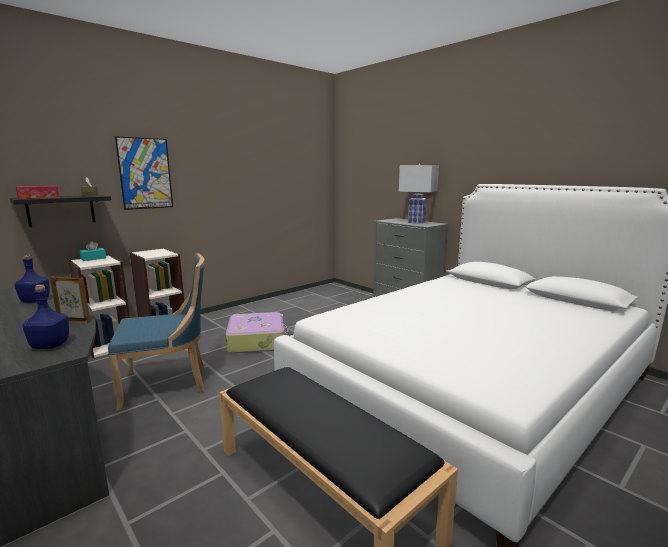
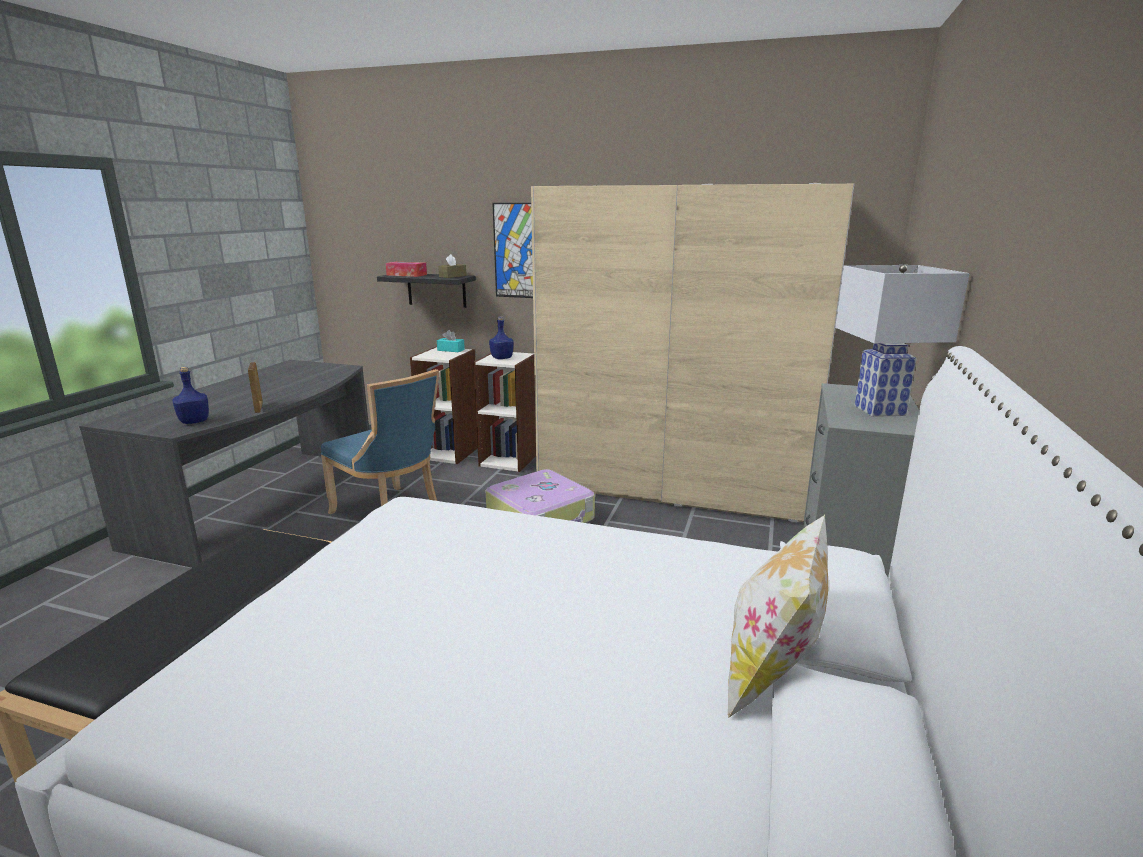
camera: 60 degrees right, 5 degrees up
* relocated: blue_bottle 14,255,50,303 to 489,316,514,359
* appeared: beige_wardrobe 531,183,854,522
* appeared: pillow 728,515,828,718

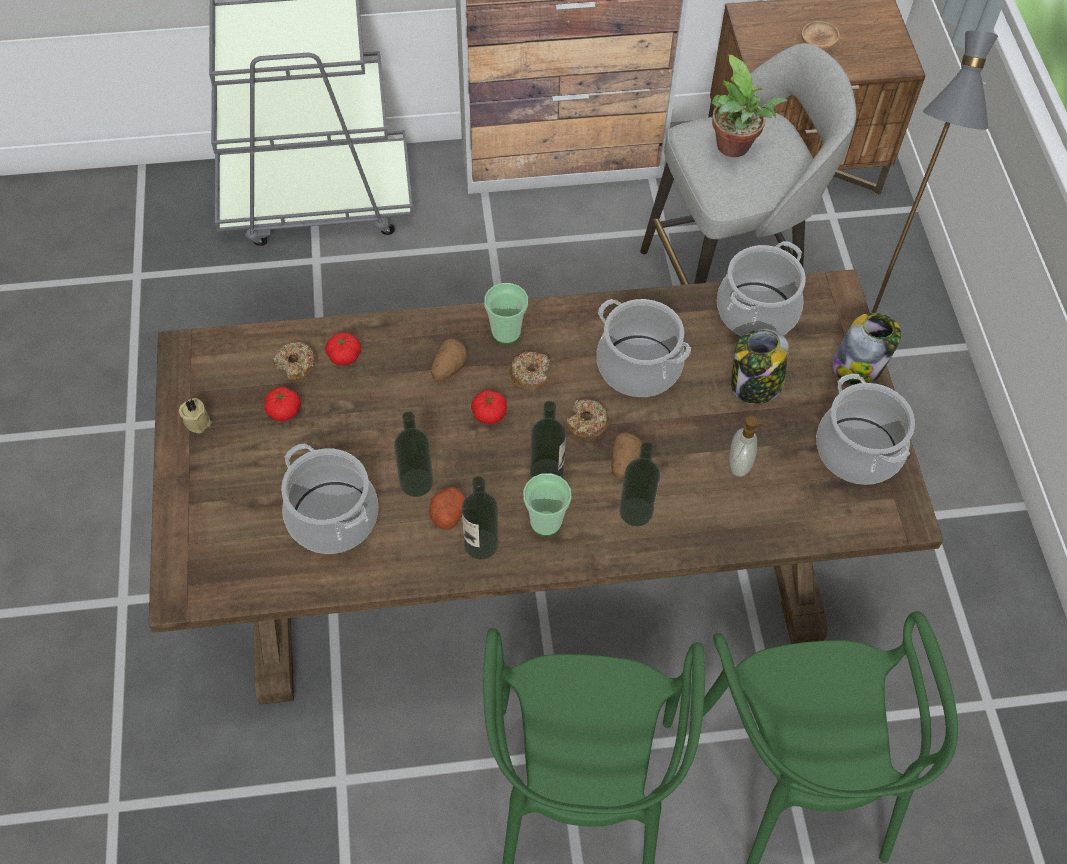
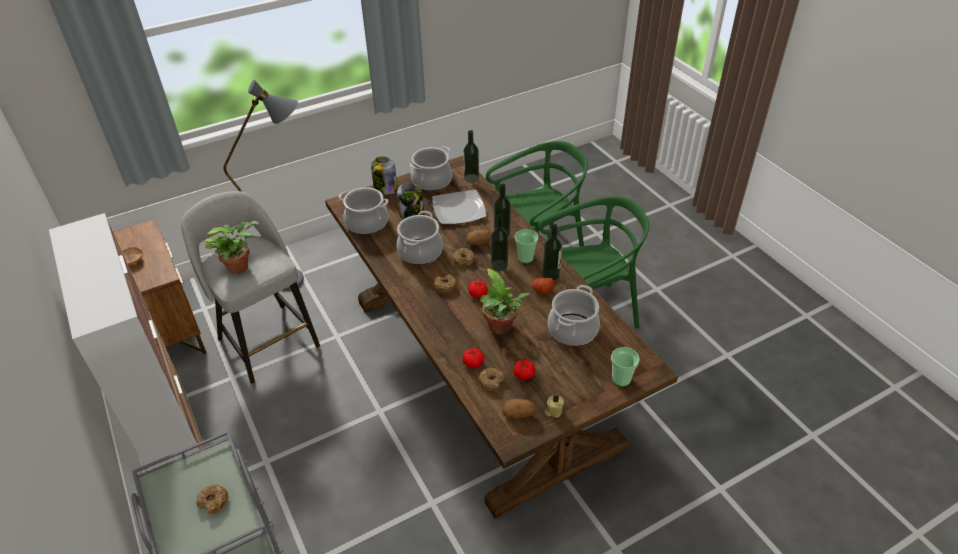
camera: 110 degrees left, 15 degrees down
* relocated: bottle 394,411,433,497 to 463,130,479,183
* relocated: potato 431,339,467,381 to 502,399,535,418
* relocated: cup 484,283,528,344 to 611,347,640,387
* exchanged: soap_dispenser 729,416,768,477 to plate 432,190,487,224
* appeared: donut 196,484,228,514
* appeared: potted_plant 480,268,530,334

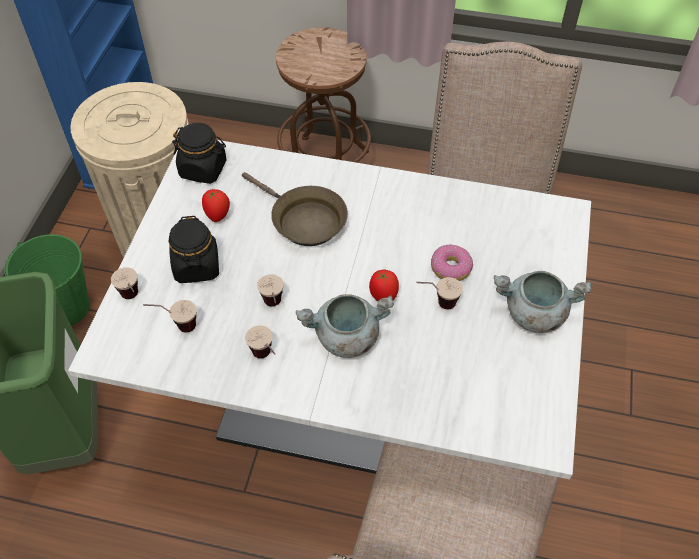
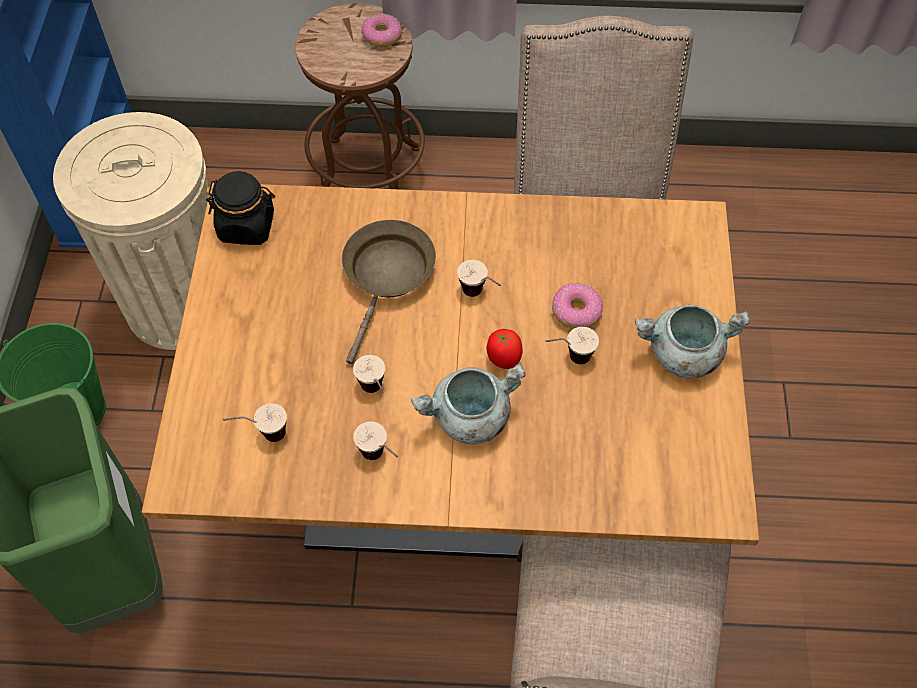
camera: 10 degrees left, 5 degrees up
* colour: white_dining_table 68,140,591,479 to brown_dining_table 142,183,759,559
* relocated: cup 111,267,138,299 to 457,260,501,297
* missing: black_jar 168,216,219,283
* missing: tomato 202,189,230,222
* spun: brown_frying_pan 242,172,348,246 = 342,220,436,364 105 degrees counterclockwise
* appeared: donut 361,13,402,47

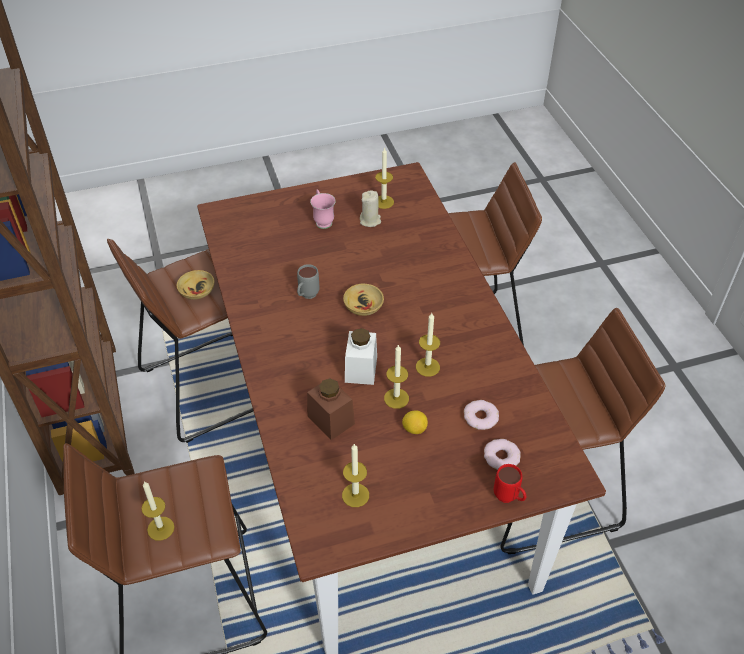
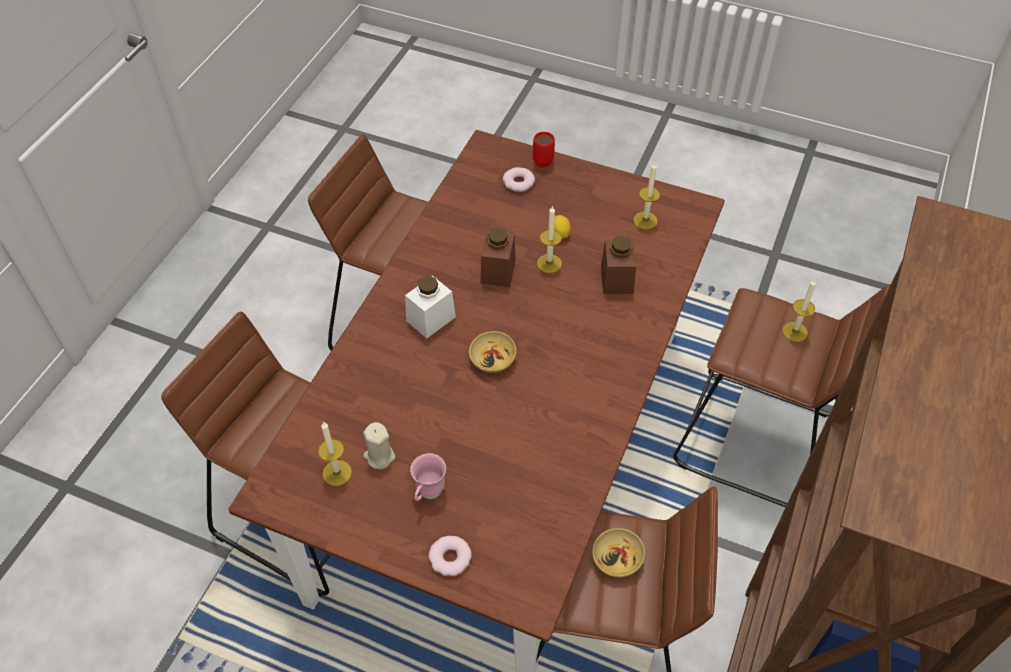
camera: 140 degrees left, 5 degrees up
* missing: grey_mug 297,264,319,299
* relocated: white_jar 345,328,377,385 to 405,276,456,338
* exchanged: candle 416,313,440,377 to brown_jar 481,228,516,287
* relocated: donut 464,400,499,430 to 429,536,472,576

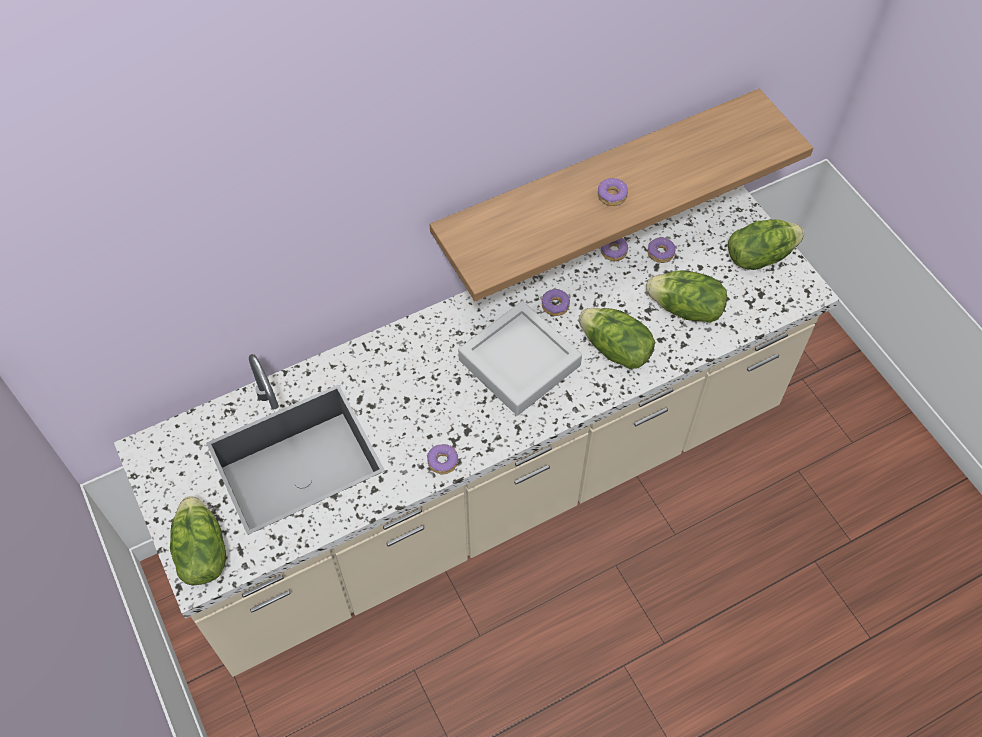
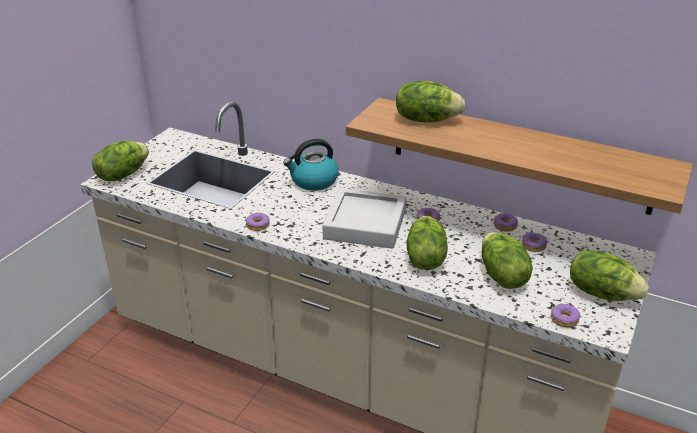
camera: 55 degrees right, 25 degrees down
* relocated: donut 598,178,628,206 to 551,303,580,328
* appeared: kettle 283,139,339,191
* appeared: lettuce 396,81,466,122

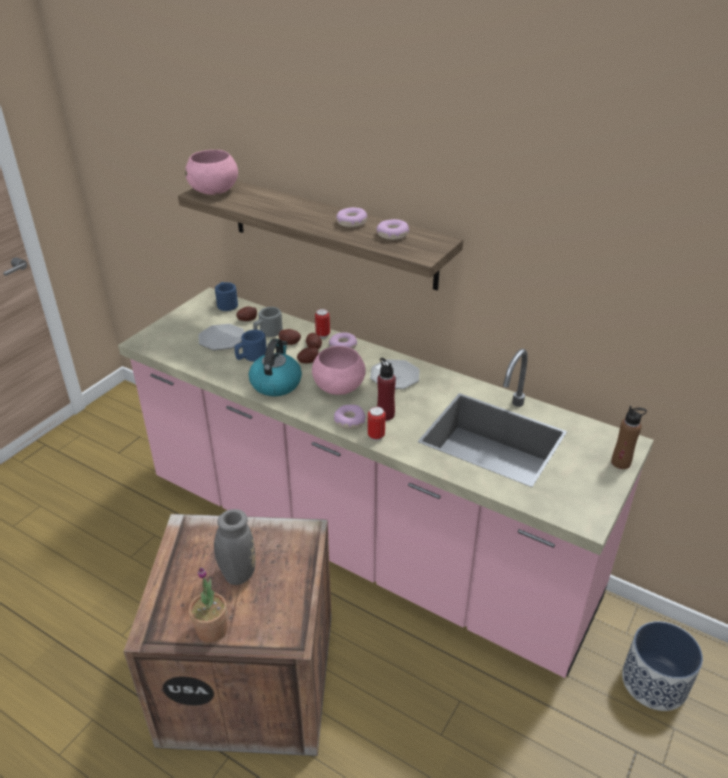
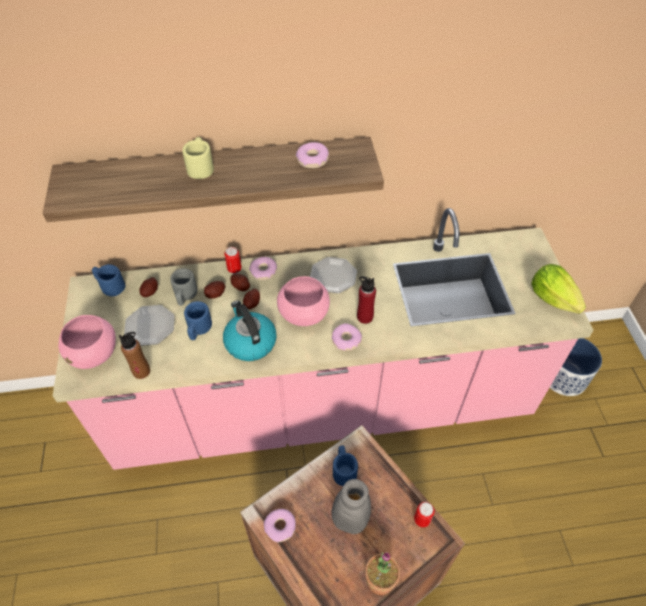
camera: 40 degrees left, 15 degrees up
* relocated: pink_bowl 185,150,238,195 to 59,315,116,369
* relocated: donut 336,207,367,228 to 264,509,296,542
* relocated: can 368,406,385,441 to 414,502,435,527
* relocated: brown_bottle 611,406,647,469 to 119,332,150,379
* appeared: beige_mug 182,137,214,179
* appeared: blue_mug 333,445,358,486
* appeared: lettuce 531,264,586,314

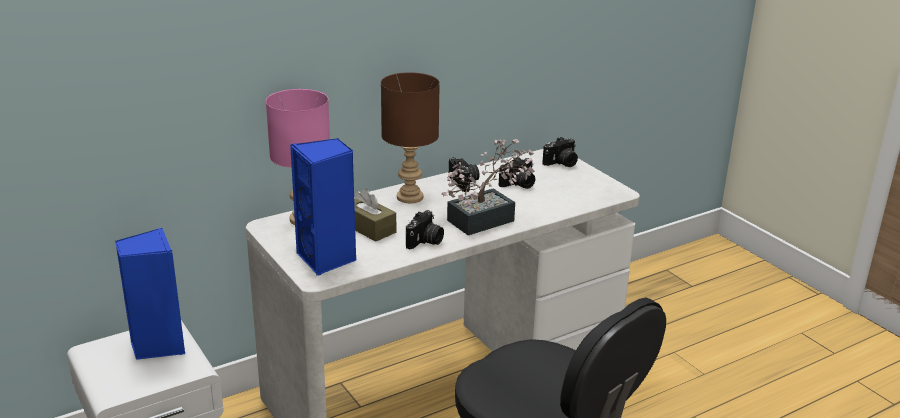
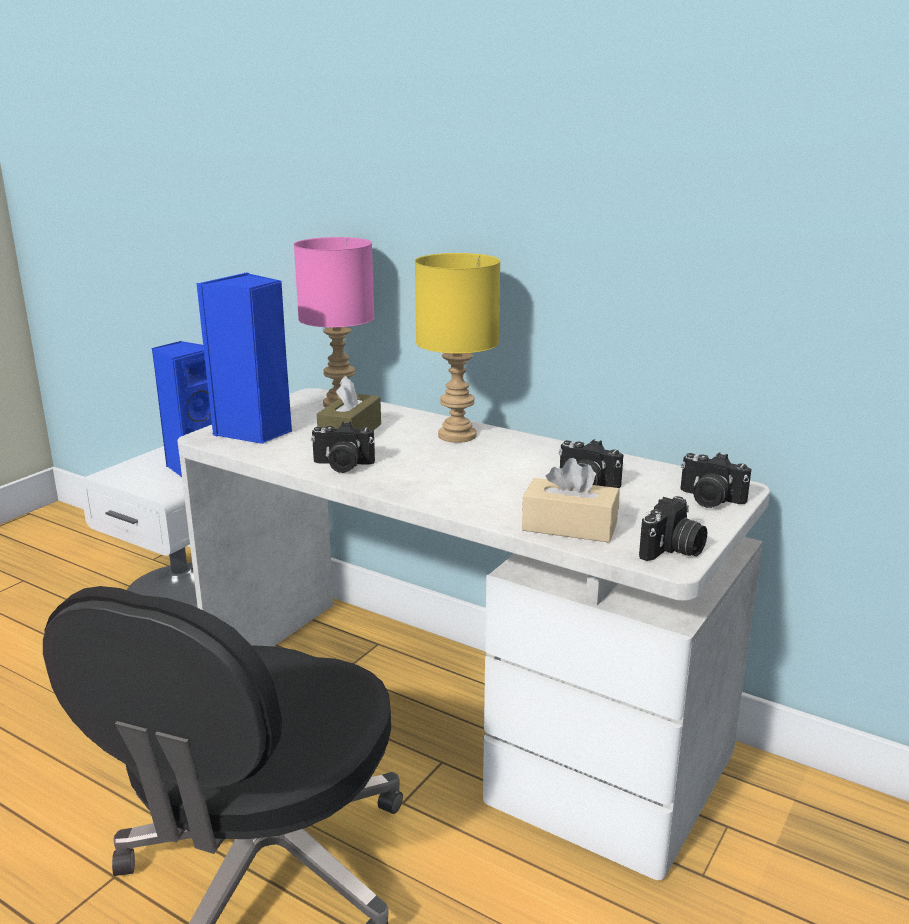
camera: 65 degrees right, 5 degrees down
* colour: brown_table_lamp 381,72,440,203 to yellow_table_lamp 415,253,500,443
* missing: potted_plant 442,139,535,235
* relocated: photo_camera 449,157,480,192 to 639,496,707,561
* appeared: beige_tissue_box 522,458,620,543

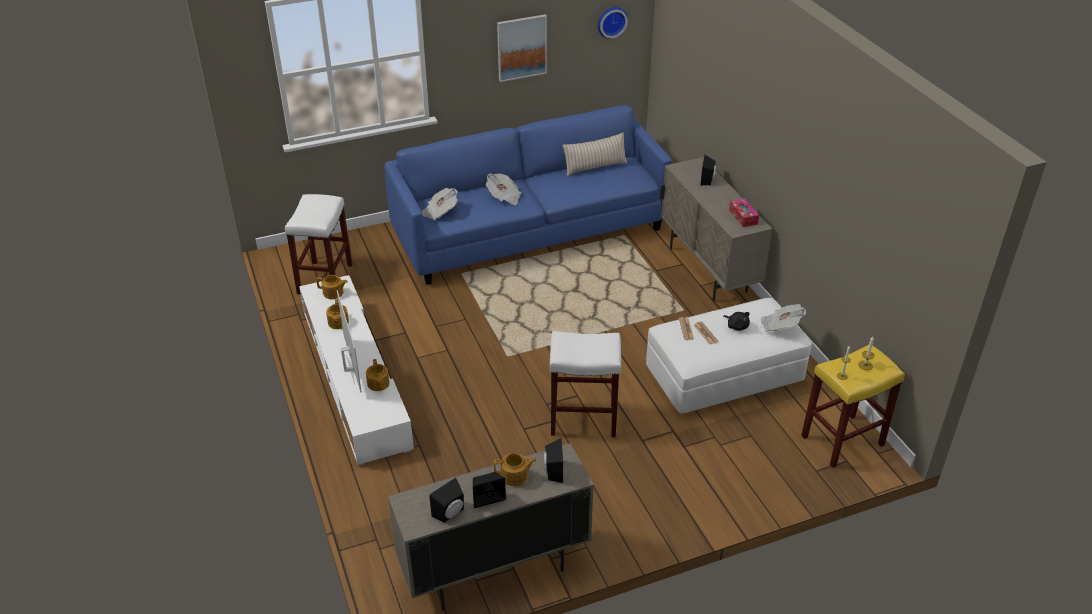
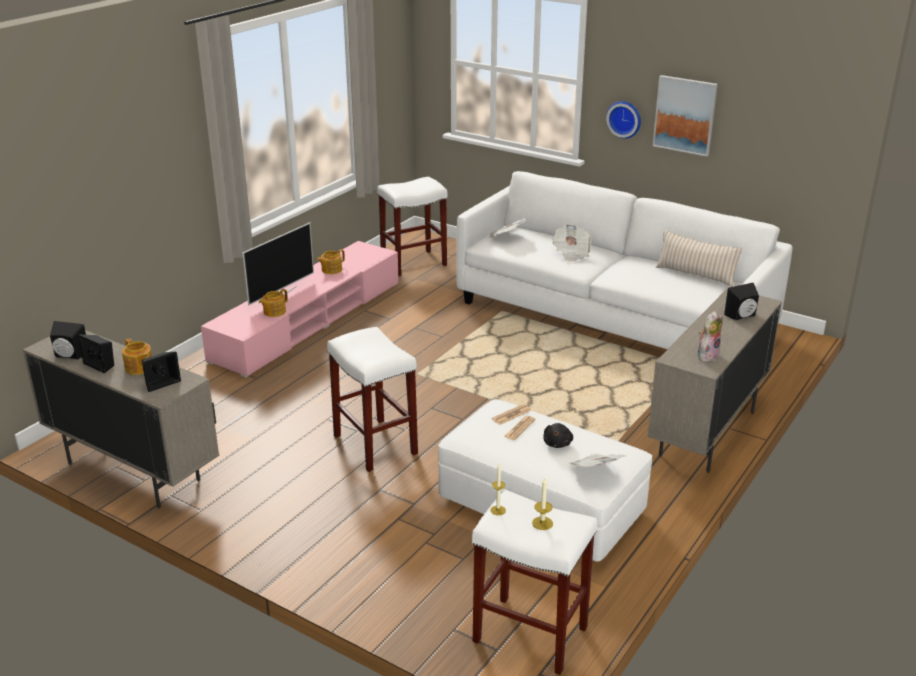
camera: 55 degrees right, 10 degrees down
* colour: white_tv_stand 299,275,414,466 to pink_tv_stand 201,241,399,378
* missing: teapot 316,275,348,299
* colour: blue_sofa 385,105,672,285 to white_sofa 456,171,793,349
* relocated: wall_clock 598,7,628,39 to 606,101,641,139
* exchanged: tissue_box 729,198,759,227 to plush_toy 698,311,723,362
* colour: yellow_stool 801,345,905,468 to white_stool 472,490,597,675

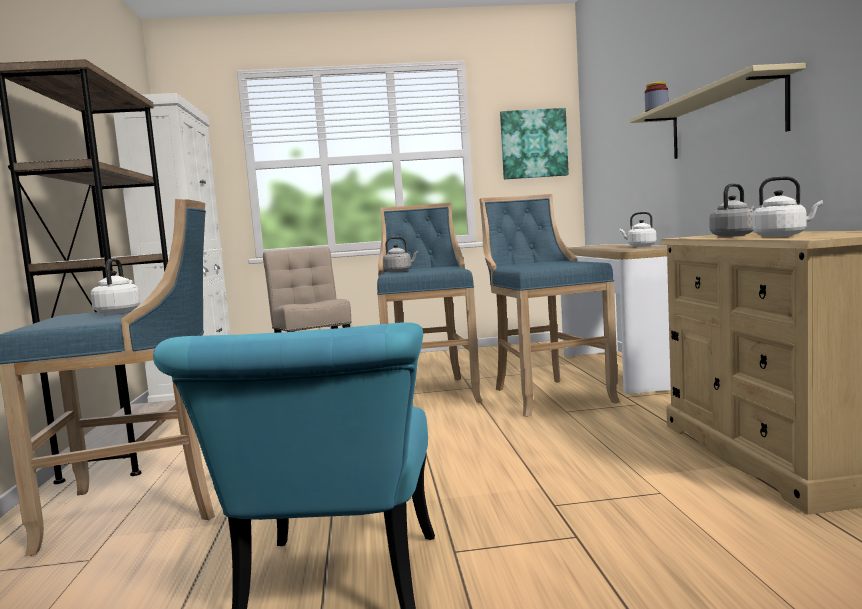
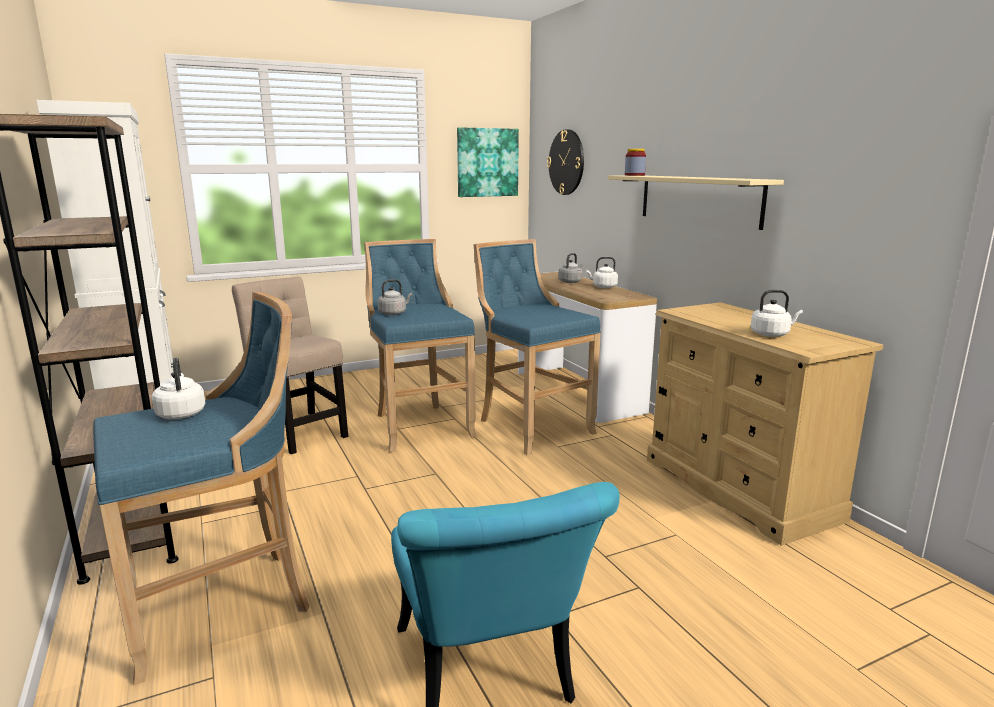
camera: 20 degrees left, 10 degrees up
* relocated: grey_kettle 709,183,755,237 to 558,253,582,283
* appeared: wall_clock 547,129,584,195

